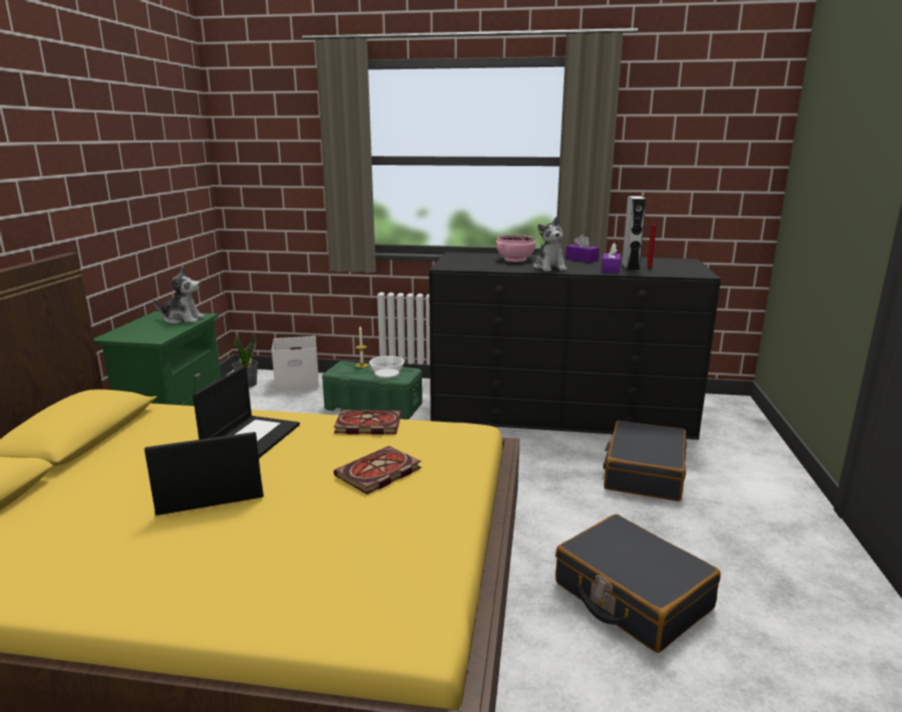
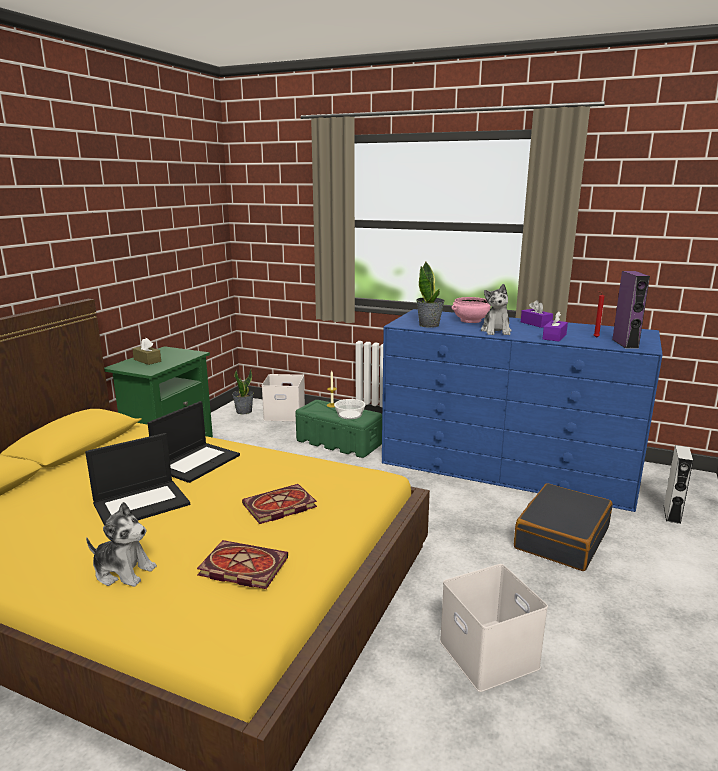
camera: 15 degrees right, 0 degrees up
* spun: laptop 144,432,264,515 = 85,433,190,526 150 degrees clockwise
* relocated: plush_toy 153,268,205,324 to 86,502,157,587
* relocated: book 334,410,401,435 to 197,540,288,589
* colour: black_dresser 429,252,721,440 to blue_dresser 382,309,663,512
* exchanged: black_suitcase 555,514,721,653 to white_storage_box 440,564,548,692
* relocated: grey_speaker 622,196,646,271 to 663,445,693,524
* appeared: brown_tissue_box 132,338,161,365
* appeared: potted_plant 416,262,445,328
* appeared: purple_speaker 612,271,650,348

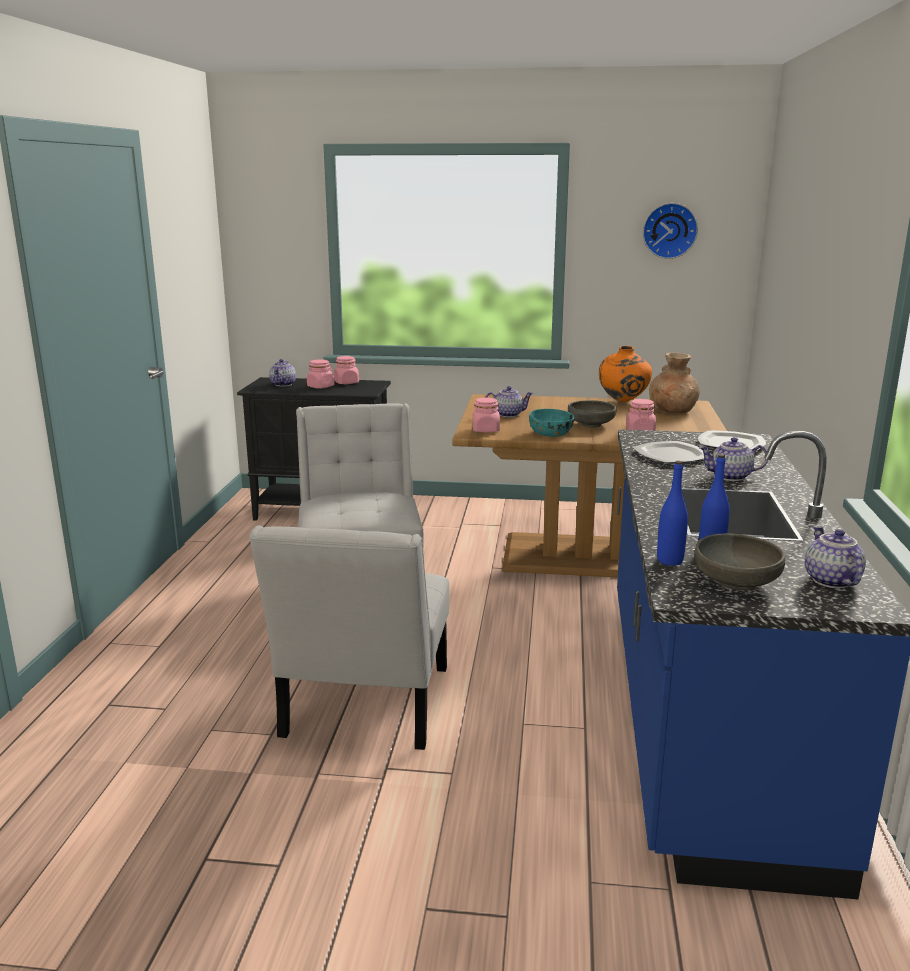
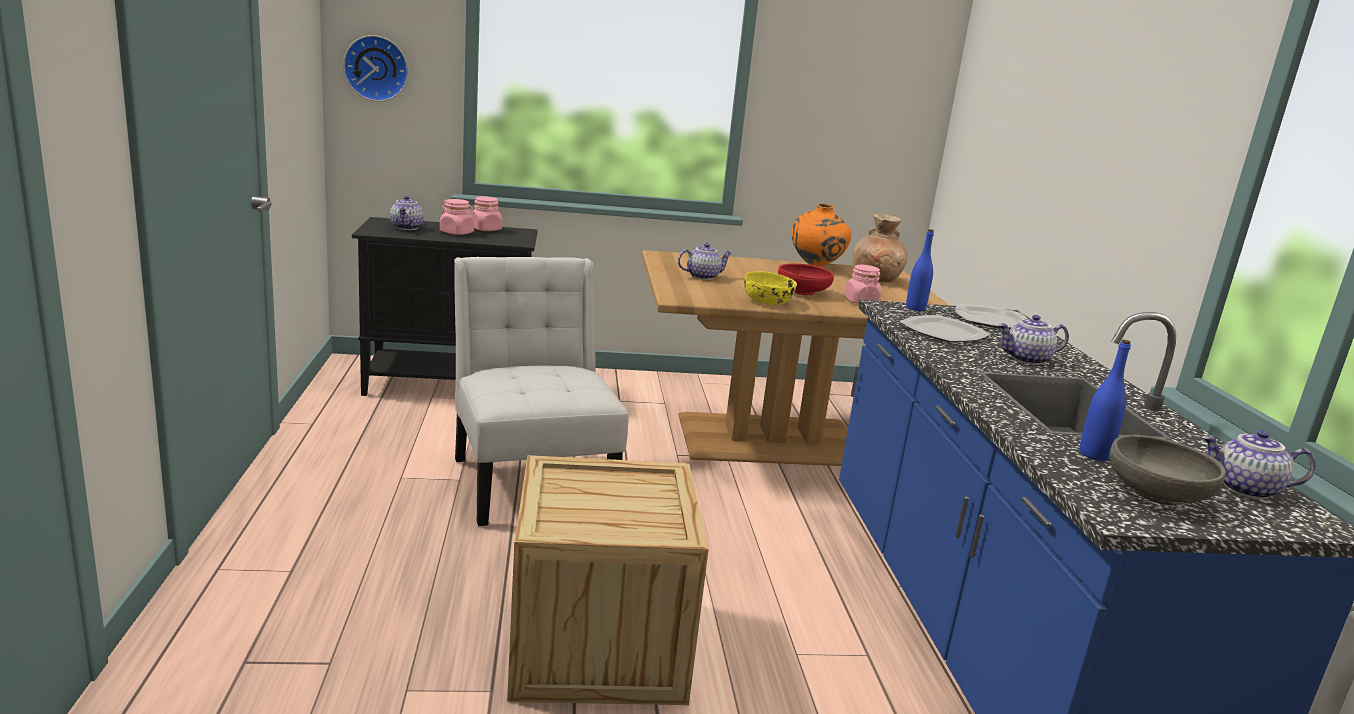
camera: 15 degrees left, 0 degrees up
* exchanged: white_chair 249,526,449,750 to crate 507,455,709,705
* missing: pink_jar 473,397,500,433
* colour: turquoise_bowl 529,409,574,437 to yellow_bowl 744,272,797,305
* colour: grey_bowl 568,400,617,428 to red_bowl 778,264,834,295
* relocated: wall_clock 643,203,698,259 to 343,35,408,102
* relocated: blue_bottle 657,461,688,566 to 906,229,934,311
* spun: teapot 805,526,866,588 = 1201,430,1316,499 60 degrees counterclockwise

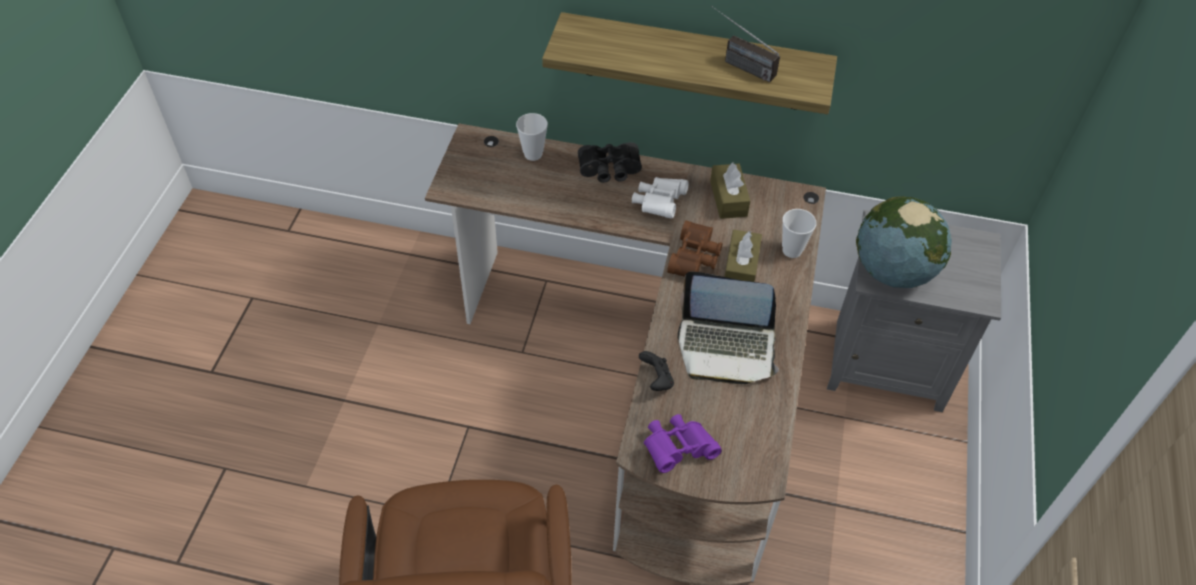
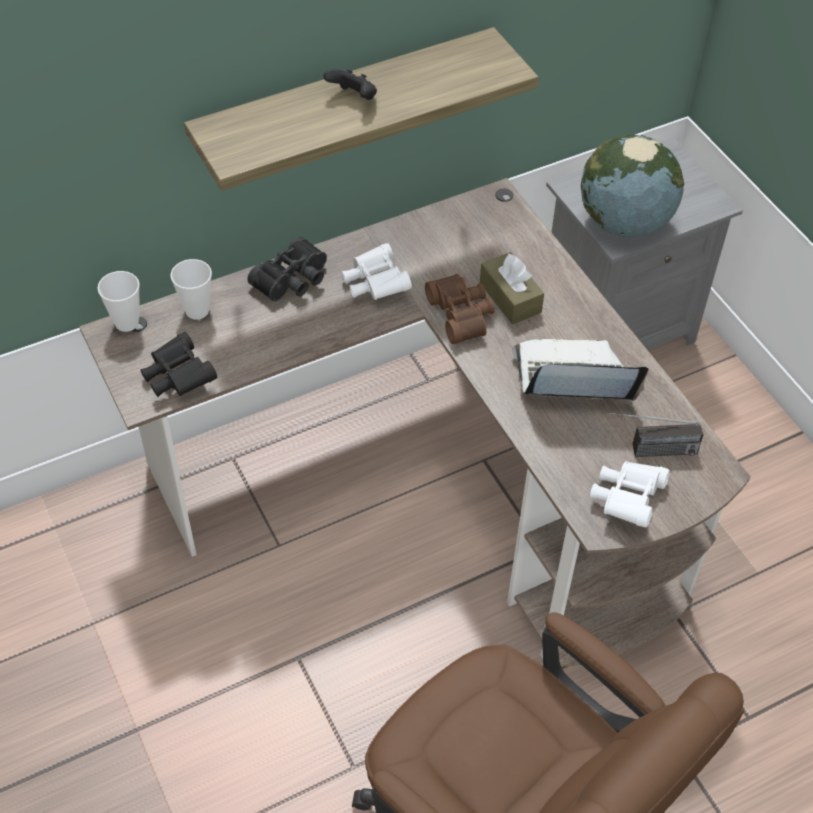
camera: 40 degrees left, 0 degrees up
* relocated: black_game_controller 639,351,674,391 to 323,69,377,100
* colour: purple_binoculars 644,414,722,473 to white_binoculars 590,461,670,527
* spun: laptop 678,271,779,384 = 512,339,649,401 150 degrees counterclockwise
* missing: brown_tissue_box 710,162,750,219
* relocated: radio 712,6,780,83 to 606,412,704,457
* relocated: cup 782,209,816,258 to 97,271,140,332
* appeared: black_binoculars 140,332,217,397

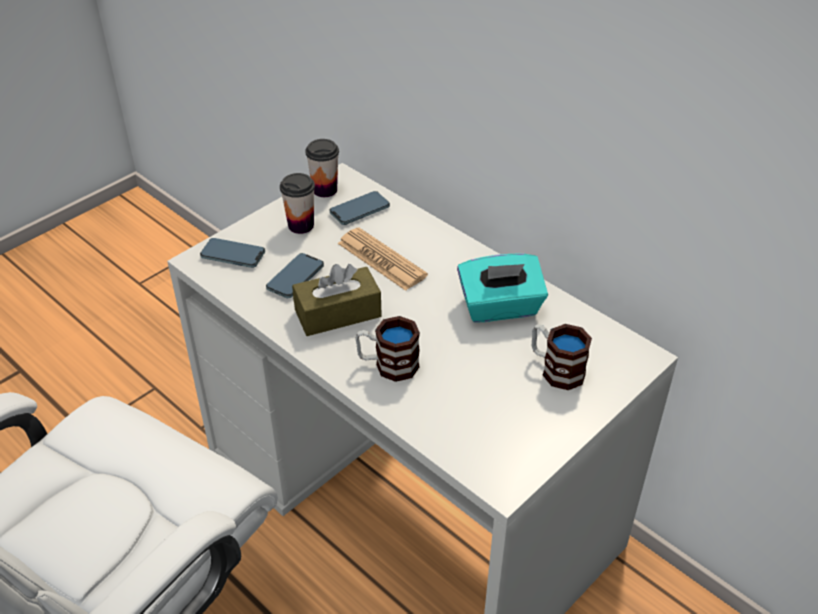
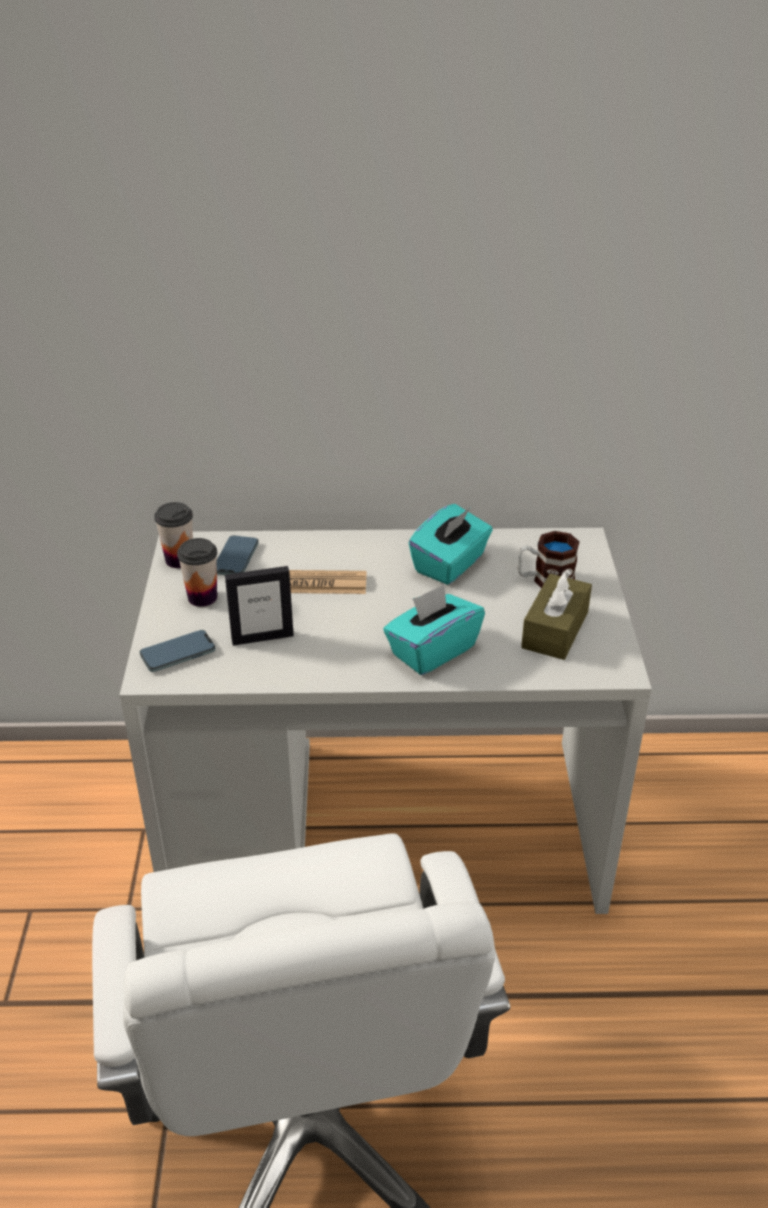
camera: 45 degrees left, 5 degrees down
* exchanged: phone 266,253,324,298 to picture_frame 225,566,294,646
* relocated: brown_tissue_box 292,264,382,336 to 521,569,592,660
* exchanged: mug 355,316,420,382 to turquoise_tissue_box 383,584,485,675

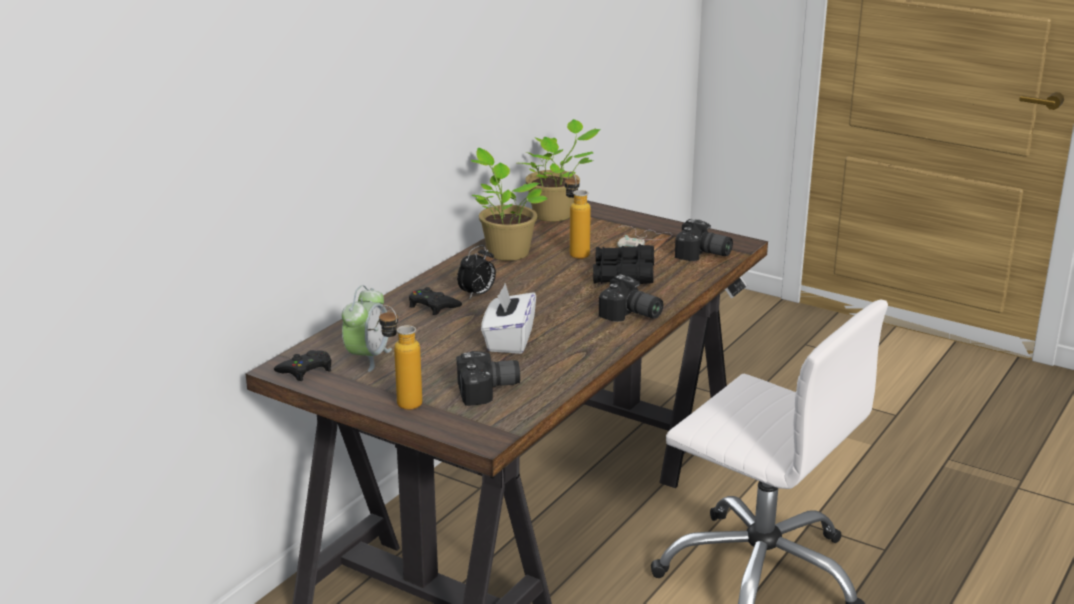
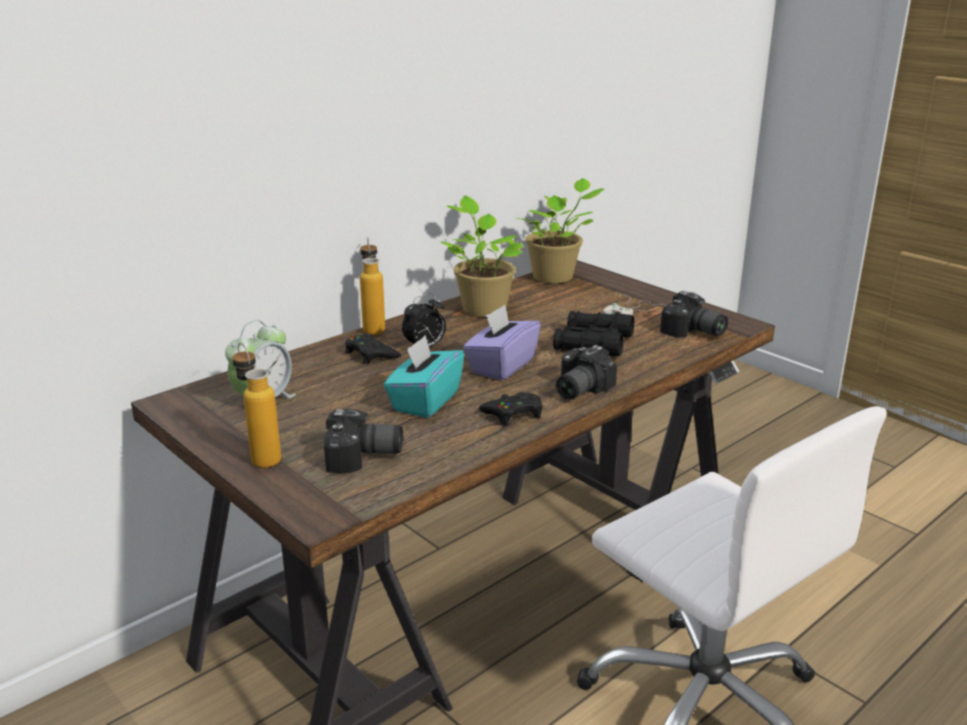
camera: 15 degrees right, 0 degrees up
* relocated: black_game_controller 274,350,331,381 to 479,392,542,425
* colour: white_tissue_box 481,283,536,354 to turquoise_tissue_box 384,335,464,418
* relocated: bottle 565,172,591,259 to 360,237,385,335
* spun: photo_camera 599,274,663,322 = 556,345,617,400 75 degrees clockwise
* appeared: purple_tissue_box 463,305,541,380

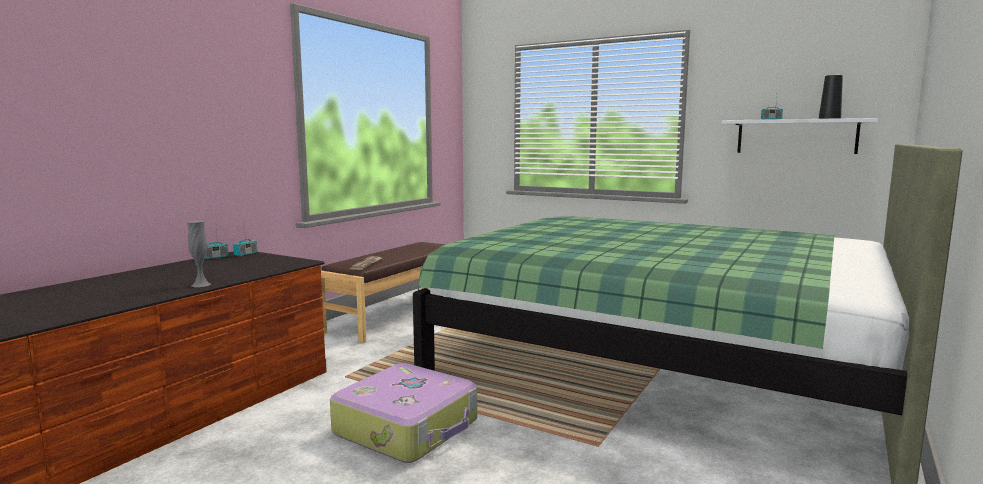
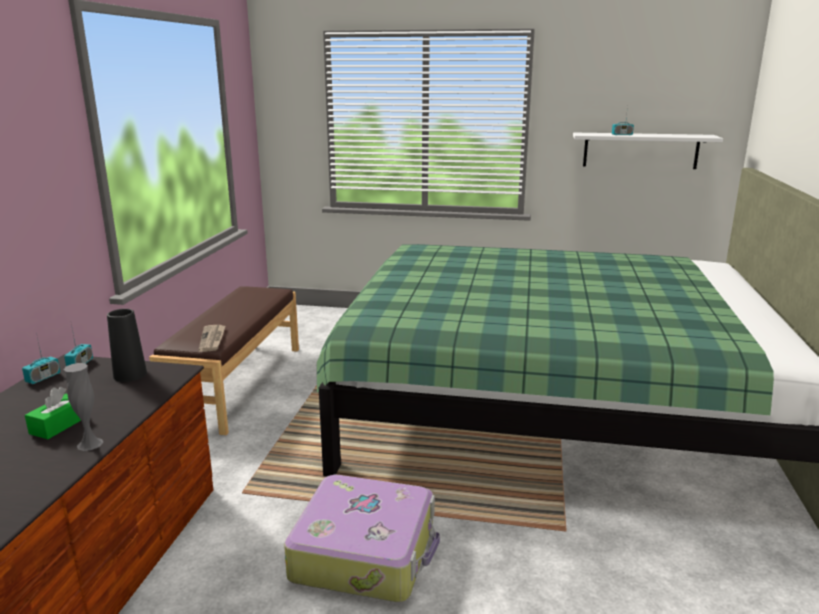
camera: 20 degrees left, 10 degrees up
* relocated: black_vase 819,75,843,119 to 107,309,147,382
* appeared: green_tissue_box 25,387,81,439

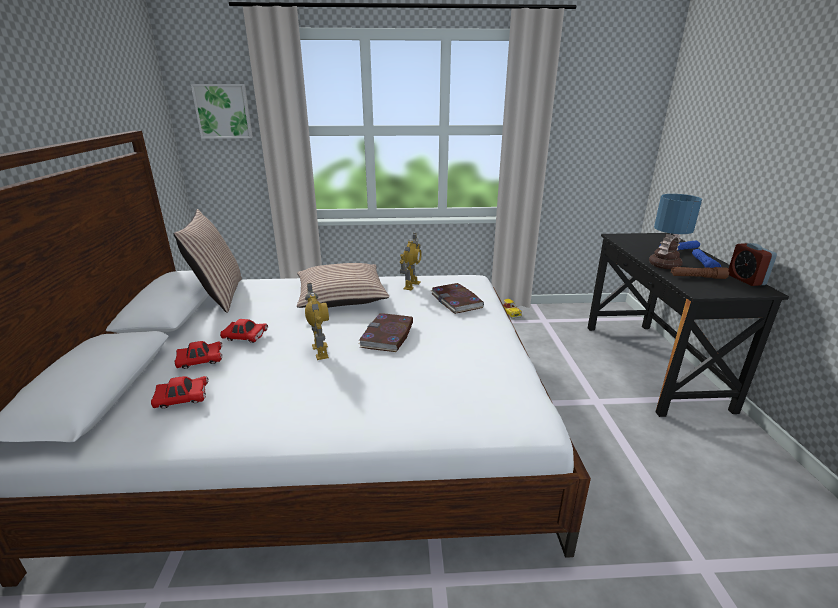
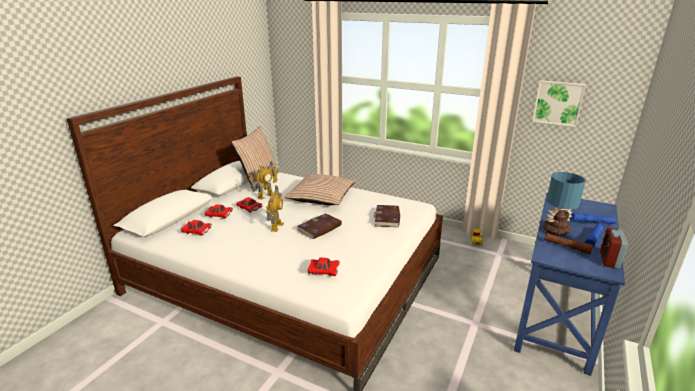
camera: 30 degrees right, 0 degrees up
* relocated: picture 191,84,253,139 to 532,80,586,127
* relocated: toy_robot 400,233,422,290 to 249,161,279,200
* colour: black_desk 588,233,789,417 to blue_desk 514,193,625,376
* appeared: red_toy_car 308,258,340,276

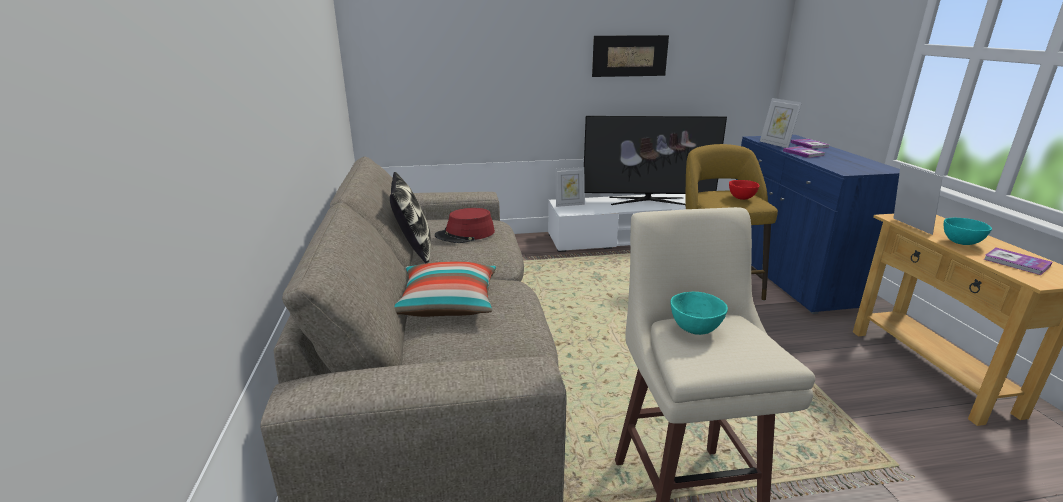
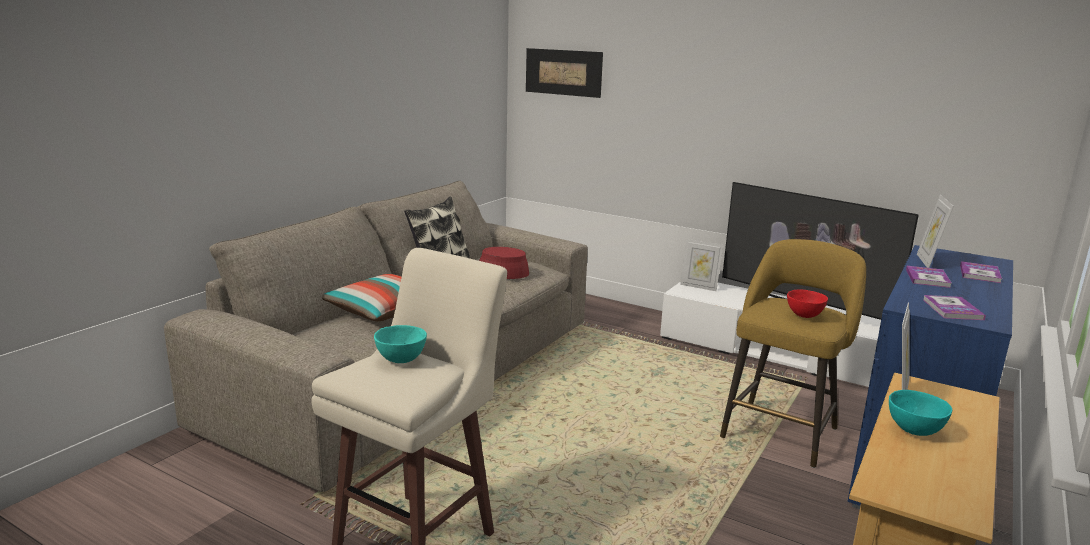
camera: 40 degrees right, 5 degrees down
* relocated: picture 592,35,669,77 to 526,48,603,98
* relocated: book 983,248,1052,275 to 923,295,986,320

